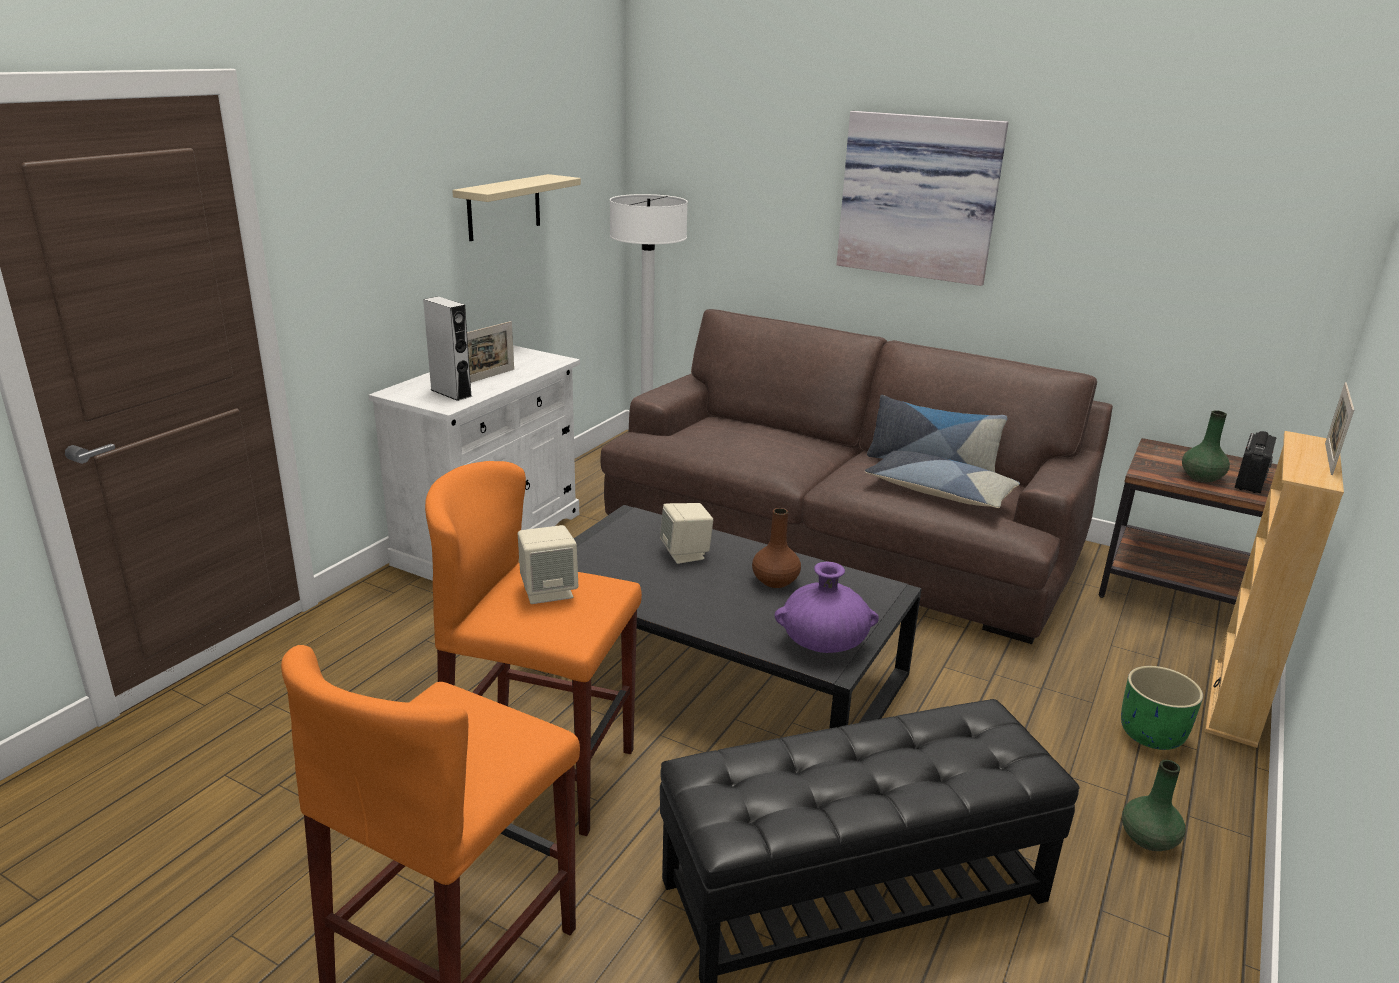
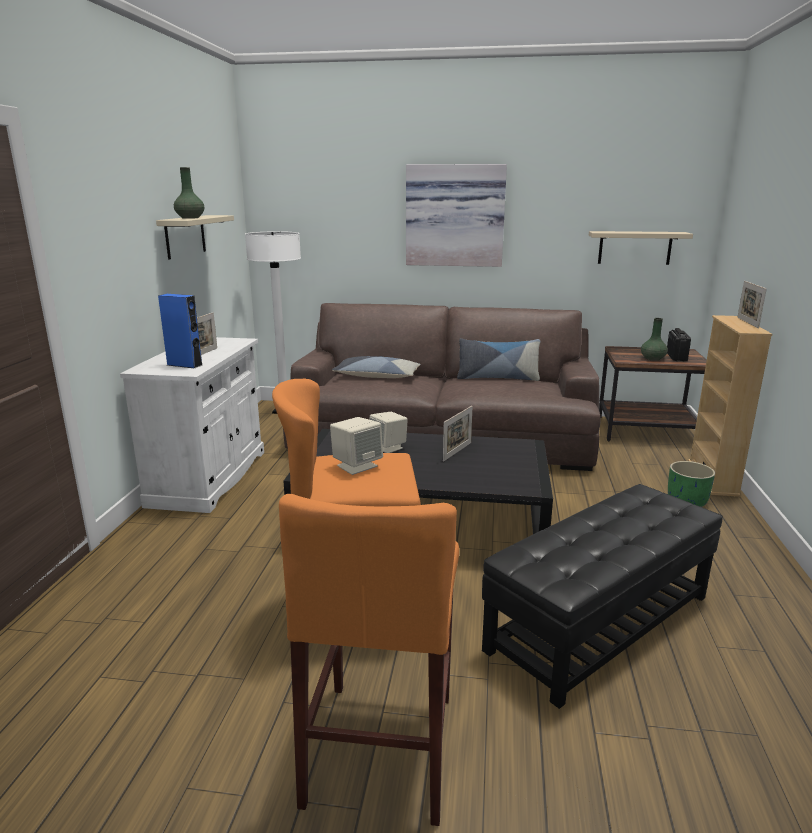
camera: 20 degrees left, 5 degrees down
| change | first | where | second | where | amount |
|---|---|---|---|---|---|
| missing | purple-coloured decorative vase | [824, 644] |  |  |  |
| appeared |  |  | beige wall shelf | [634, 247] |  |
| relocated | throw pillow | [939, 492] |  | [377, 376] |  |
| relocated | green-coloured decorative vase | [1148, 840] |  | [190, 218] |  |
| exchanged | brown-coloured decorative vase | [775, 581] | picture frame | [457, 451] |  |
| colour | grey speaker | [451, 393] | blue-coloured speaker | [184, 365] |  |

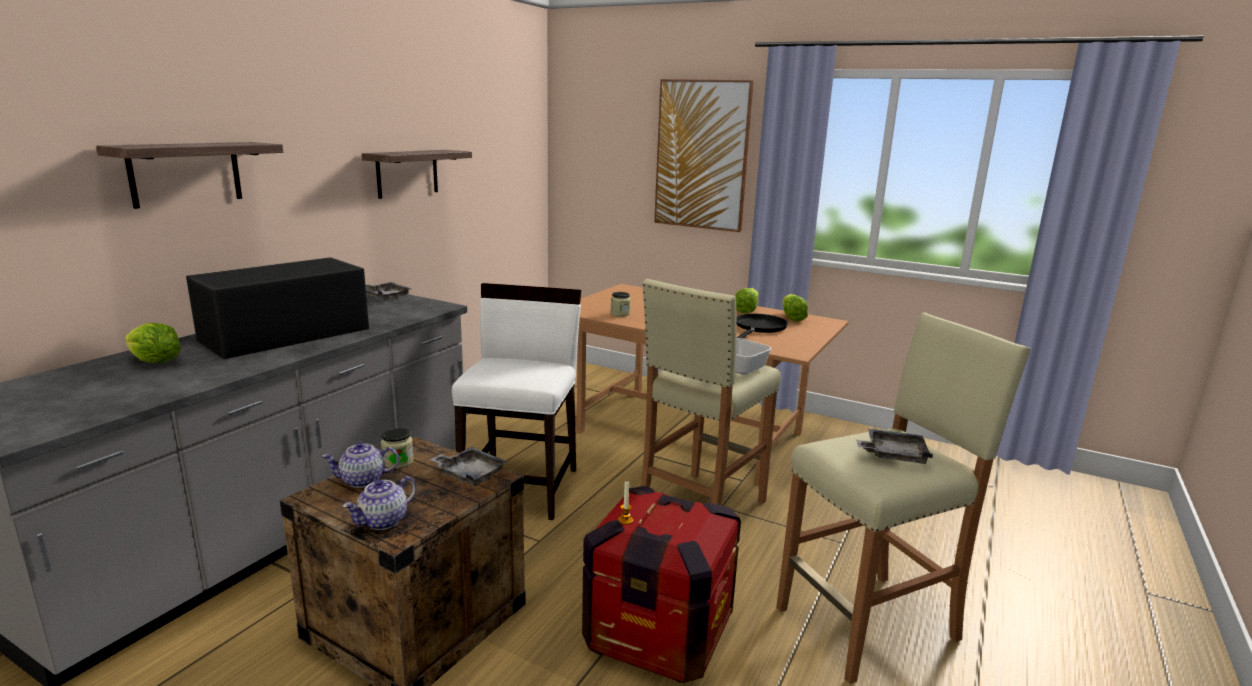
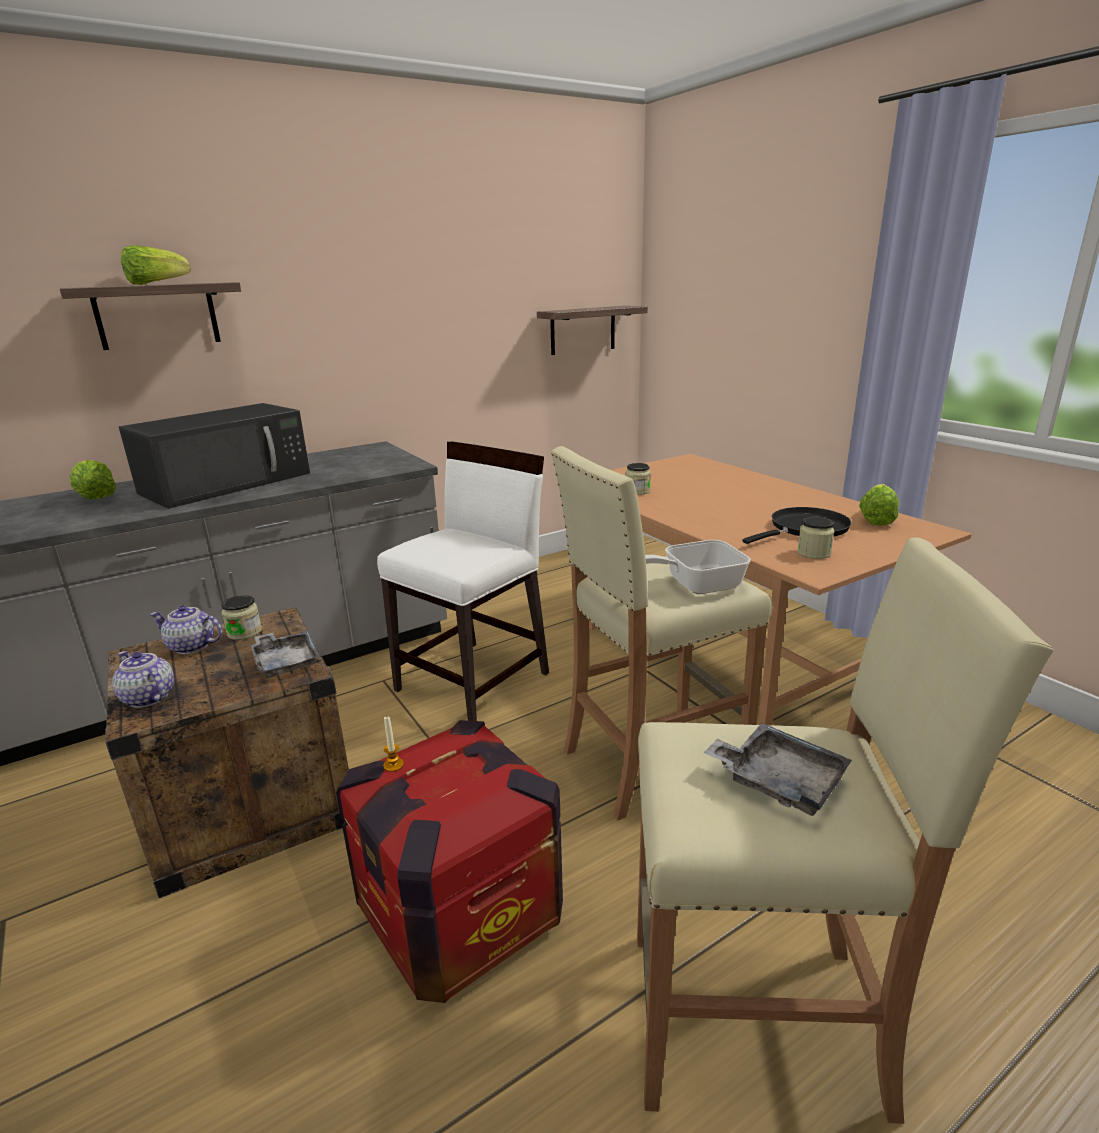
camera: 30 degrees right, 5 degrees up
| change | first | where | second | where | amount |
|---|---|---|---|---|---|
| missing | grey carrying tray | [385, 296] |  |  |  |
| missing | picture | [702, 155] |  |  |  |
| appeared |  |  | storage jar | [814, 553] |  |
| relocated | wall shelf | [407, 173] |  | [583, 330] |  |
| relocated | lettuce | [746, 310] |  | [156, 284] |  |
| spun | black kitchen microwave | [284, 335] |  | [228, 482] | 150 degrees clockwise |
| spun | tea pot | [383, 521] |  | [147, 697] | 60 degrees clockwise |

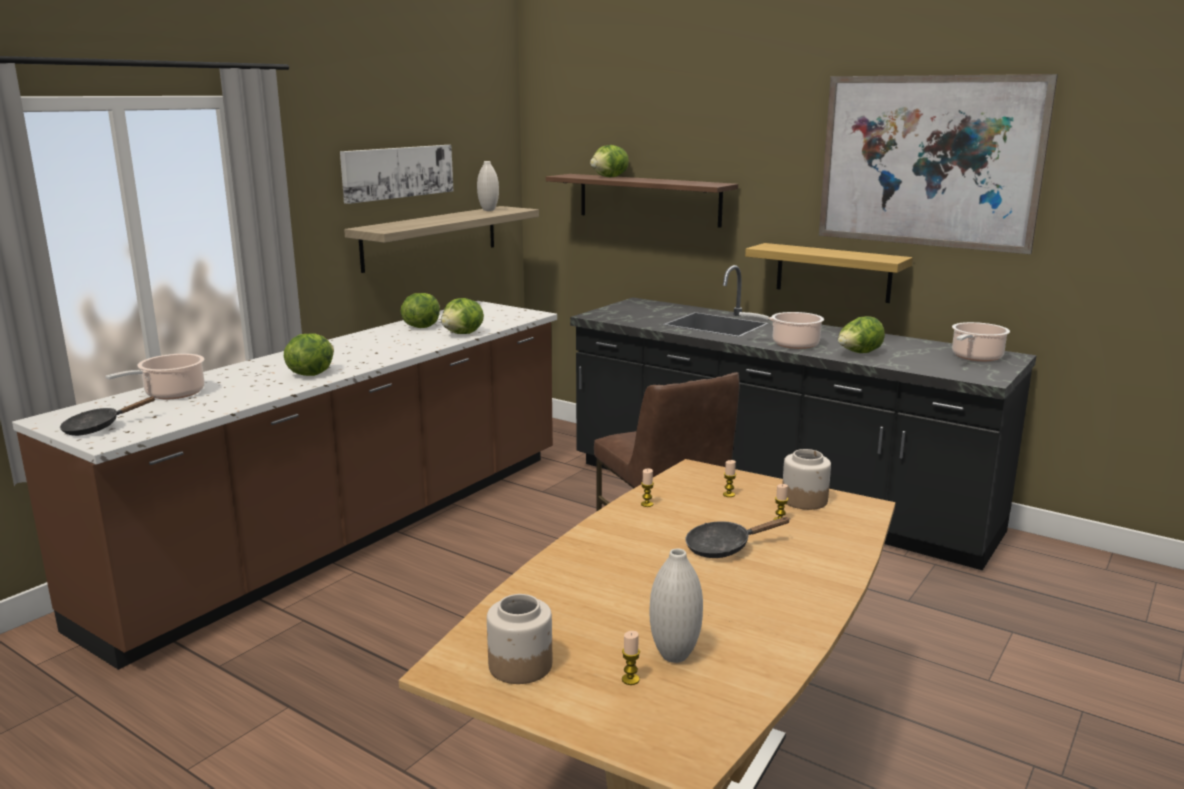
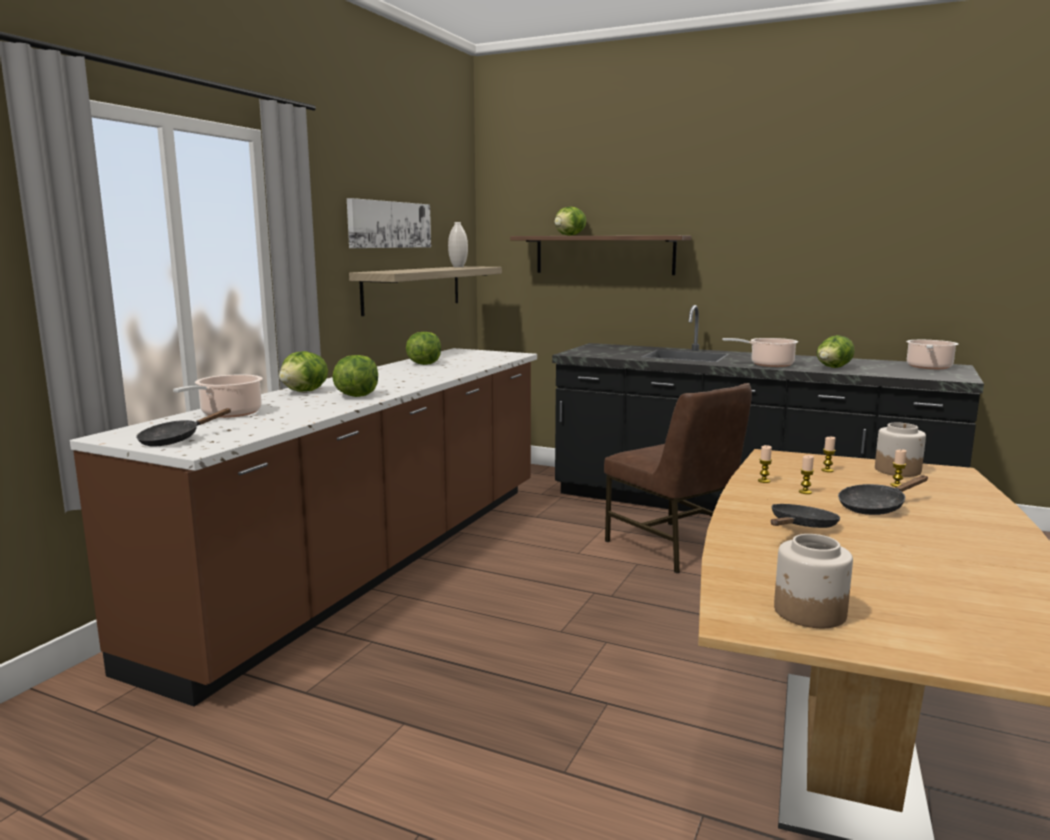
camera: 10 degrees left, 5 degrees down
| change | first | where | second | where | amount |
|---|---|---|---|---|---|
| missing | white decorative vase | [674, 655] |  |  |  |
| missing | wall shelf | [833, 272] |  |  |  |
| missing | picture | [928, 161] |  |  |  |
| appeared |  |  | black pan | [801, 527] |  |
| relocated | lettuce | [463, 334] |  | [305, 391] |  |
| relocated | wax light | [630, 679] |  | [805, 492] |  |

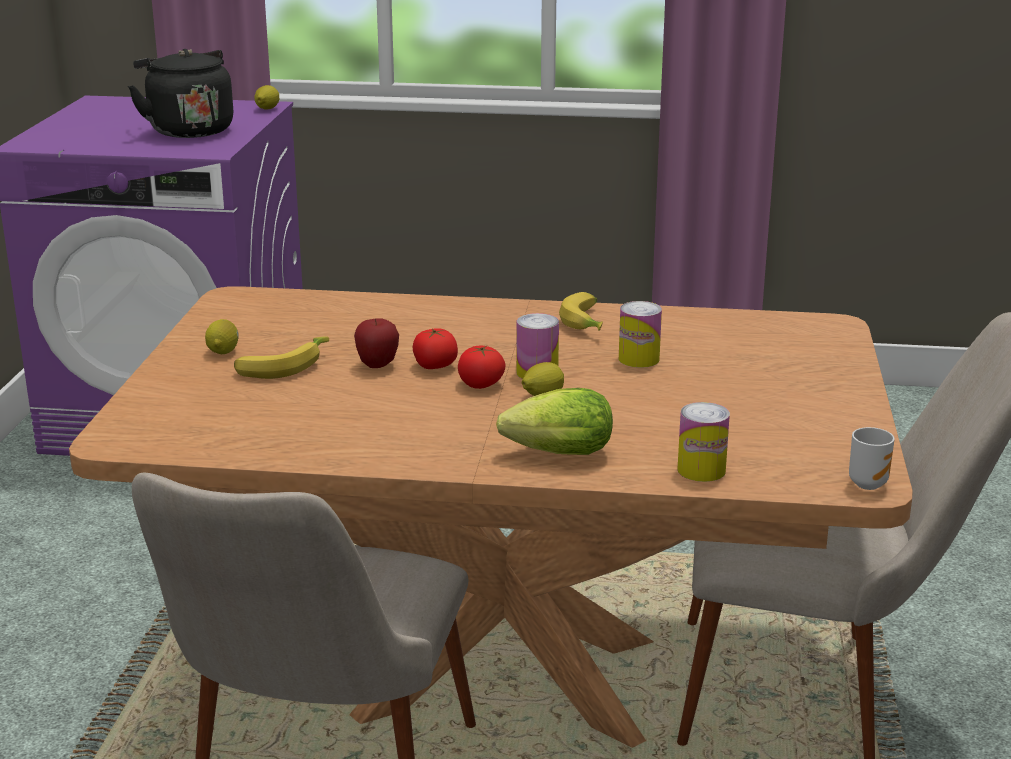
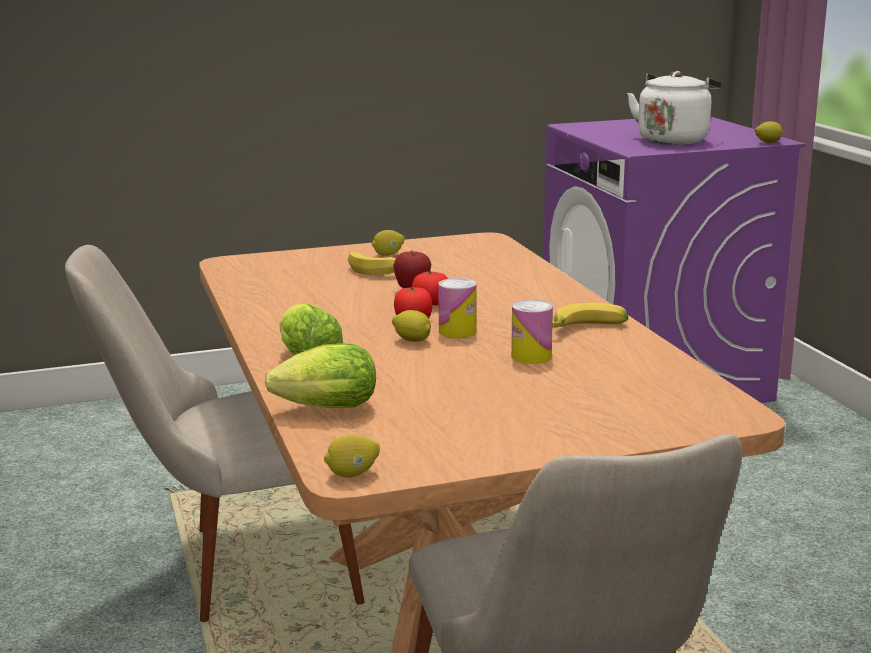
camera: 65 degrees right, 5 degrees down
| change | first | where | second | where | amount |
|---|---|---|---|---|---|
| exchanged | can | [701, 470] | lettuce | [321, 409] |  |
| exchanged | tea mug | [867, 483] | lemon | [352, 474] |  |
| colour | black kettle | [188, 130] | white kettle | [673, 140] |  |

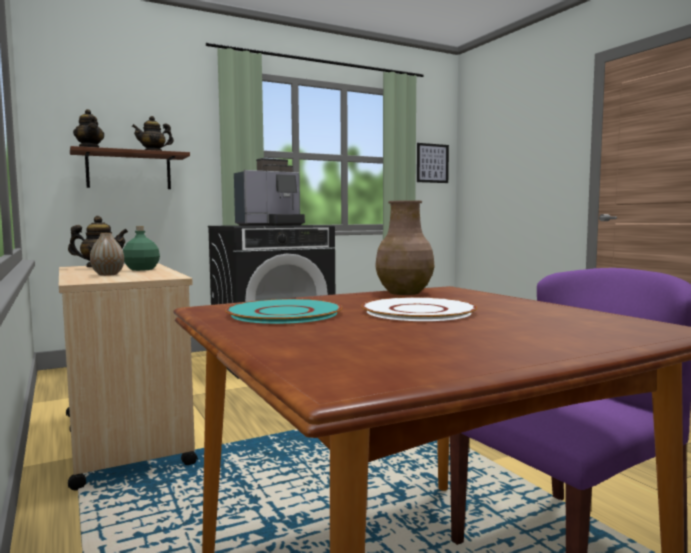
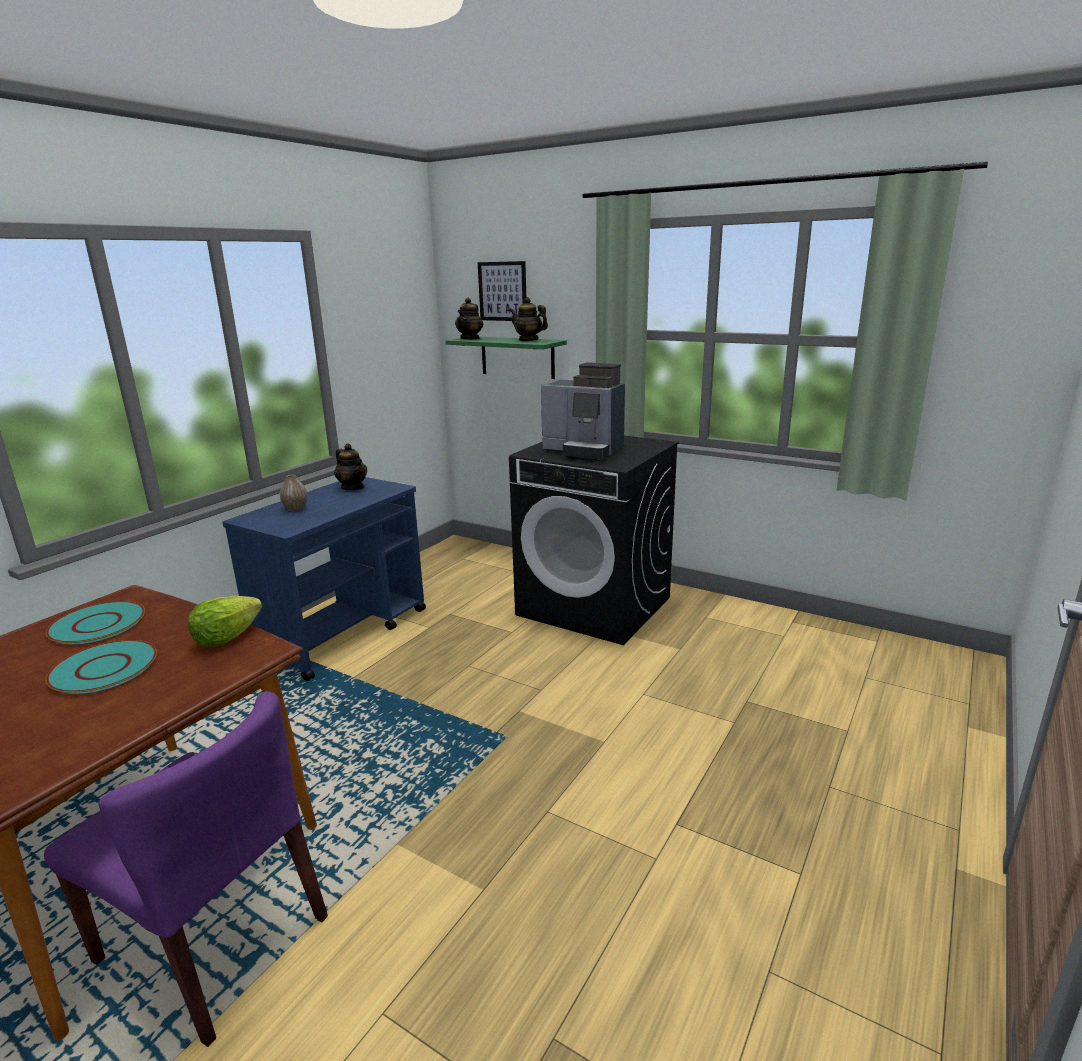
camera: 60 degrees right, 15 degrees up
| change | first | where | second | where | amount |
|---|---|---|---|---|---|
| missing | green-coloured drink bottle | [141, 269] |  |  |  |
| relocated | picture | [432, 163] |  | [502, 291] |  |
| exchanged | brown-coloured decorative vase | [404, 293] | lettuce | [226, 637] |  |
| colour | beige cart | [125, 437] | blue-coloured cart | [344, 632] |  |
| colour | brown-coloured wall shelf | [129, 171] | green-coloured wall shelf | [517, 357] |  |
| colour | white dinner plate | [418, 311] | turquoise dinner plate | [104, 668] |  |

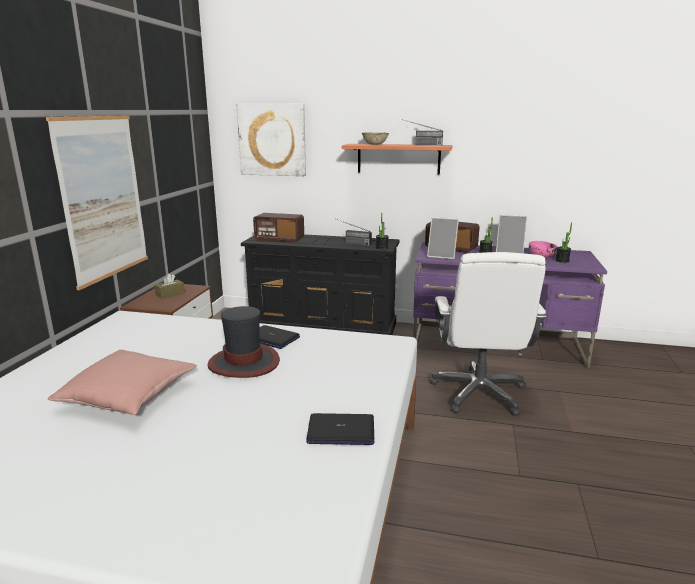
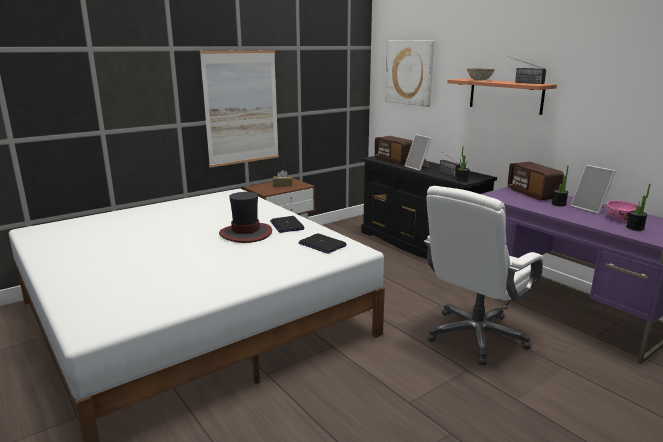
camera: 40 degrees right, 0 degrees up
| change | first | where | second | where | amount |
|---|---|---|---|---|---|
| missing | pinkish throw pillow | [128, 396] |  |  |  |
| relocated | portable computer | [340, 431] |  | [322, 244] |  |
| relocated | picture frame | [442, 256] |  | [418, 168] |  |

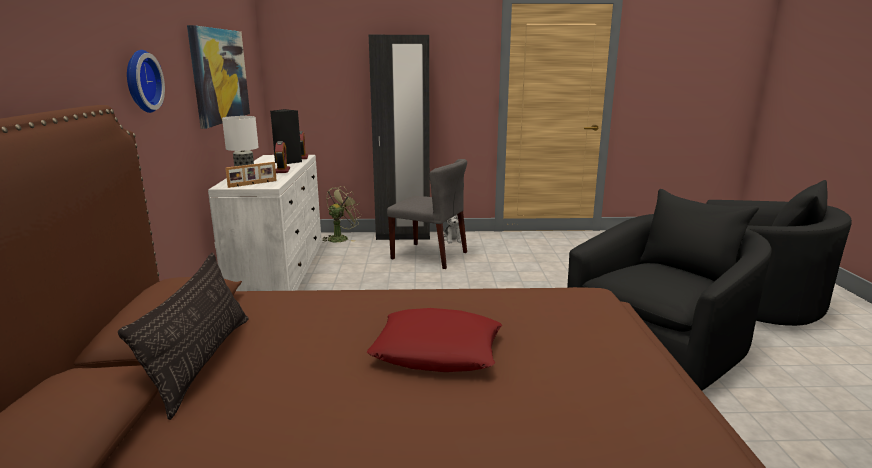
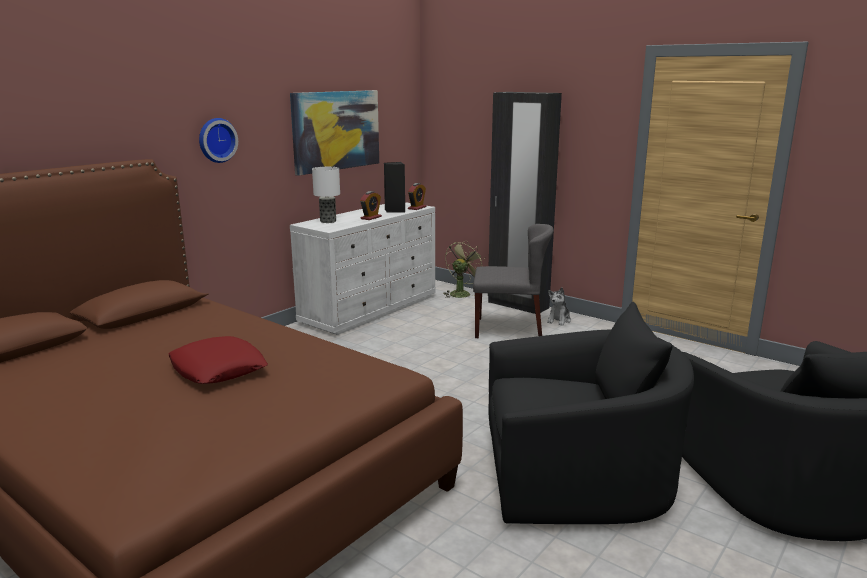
camera: 40 degrees right, 0 degrees up
| change | first | where | second | where | amount |
|---|---|---|---|---|---|
| missing | throw pillow | [202, 362] |  |  |  |
| missing | picture frame | [253, 184] |  |  |  |
| spun | green-coloured fan | [341, 238] |  | [461, 293] | 45 degrees counterclockwise |
| spun | grey plain chair | [430, 255] |  | [509, 329] | 60 degrees counterclockwise |

